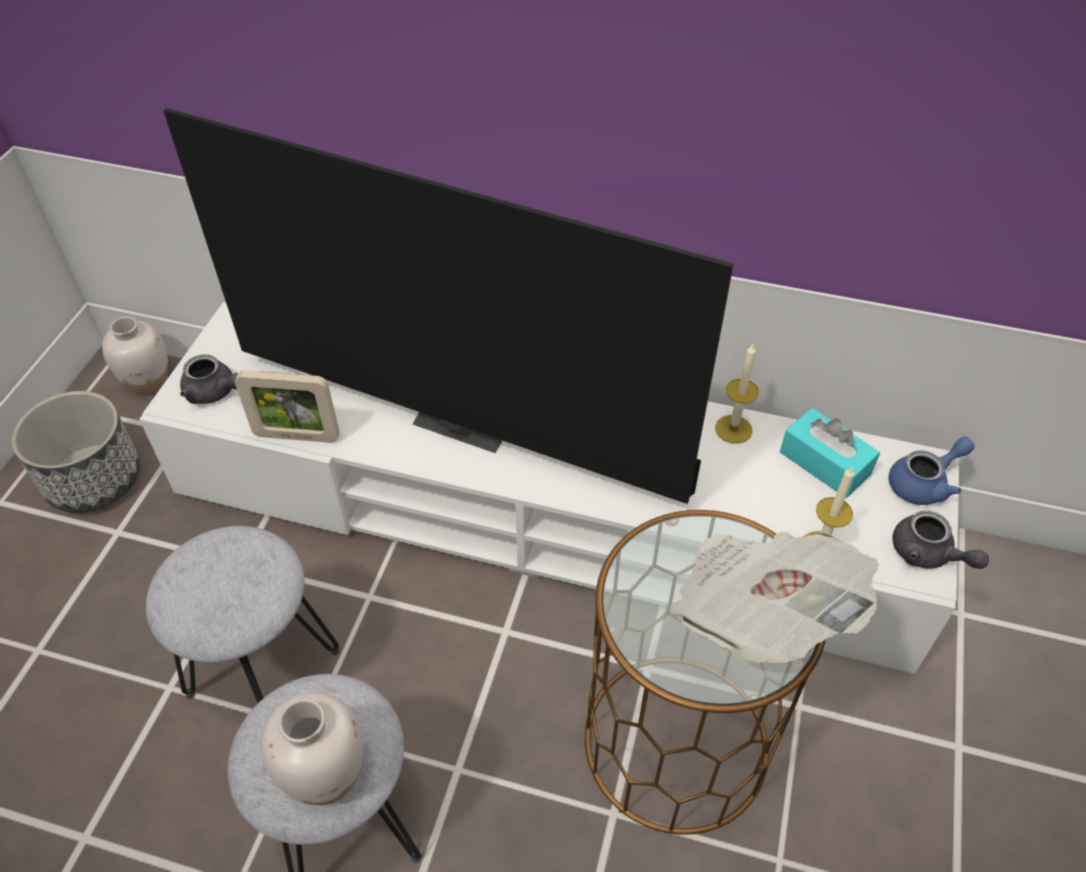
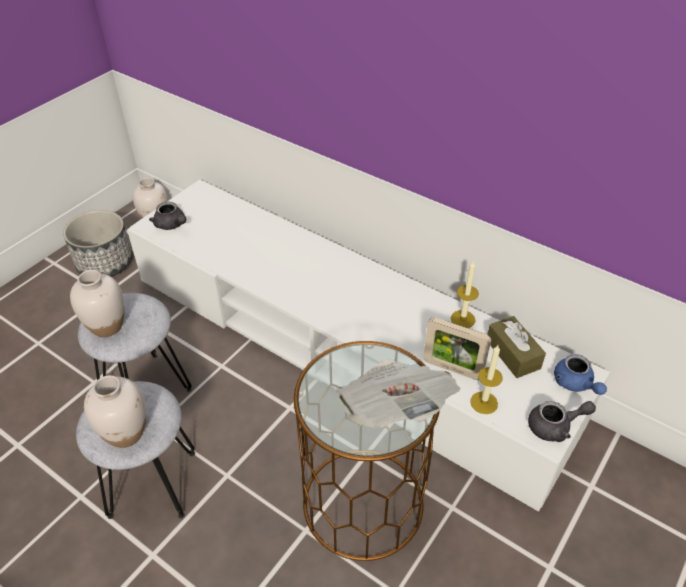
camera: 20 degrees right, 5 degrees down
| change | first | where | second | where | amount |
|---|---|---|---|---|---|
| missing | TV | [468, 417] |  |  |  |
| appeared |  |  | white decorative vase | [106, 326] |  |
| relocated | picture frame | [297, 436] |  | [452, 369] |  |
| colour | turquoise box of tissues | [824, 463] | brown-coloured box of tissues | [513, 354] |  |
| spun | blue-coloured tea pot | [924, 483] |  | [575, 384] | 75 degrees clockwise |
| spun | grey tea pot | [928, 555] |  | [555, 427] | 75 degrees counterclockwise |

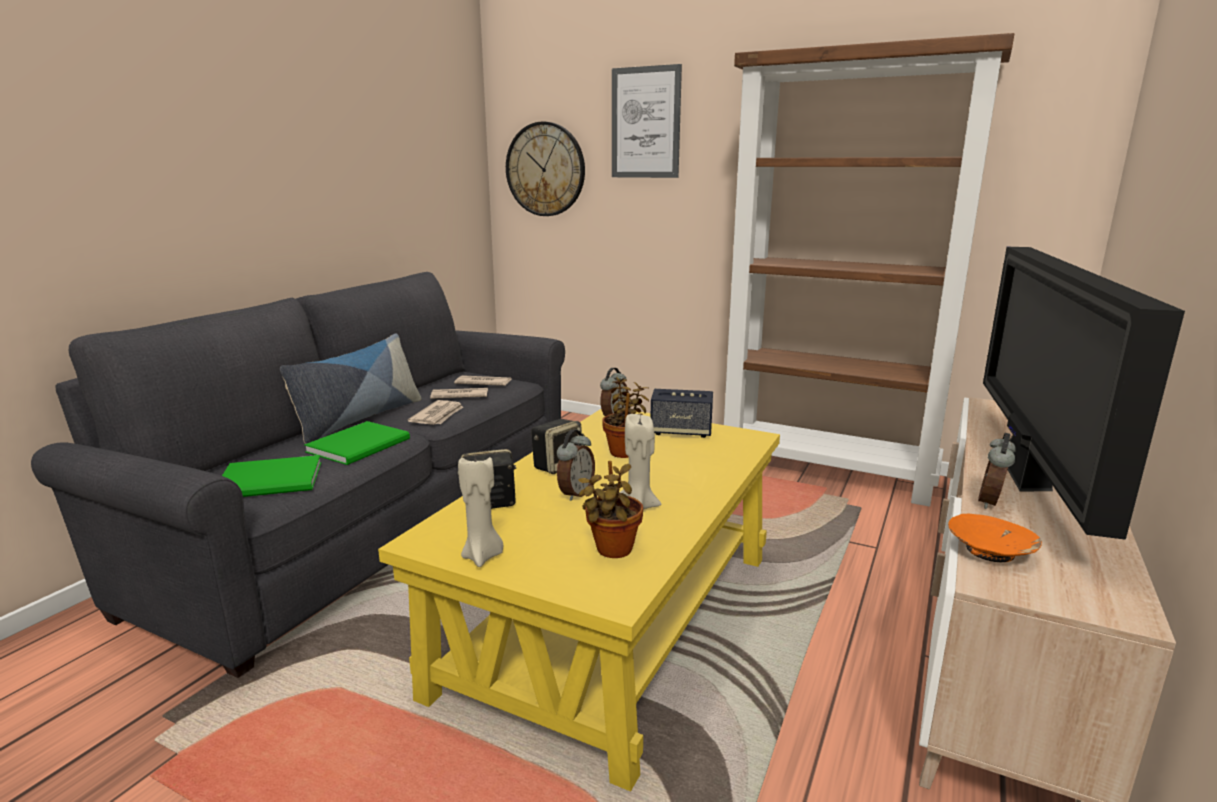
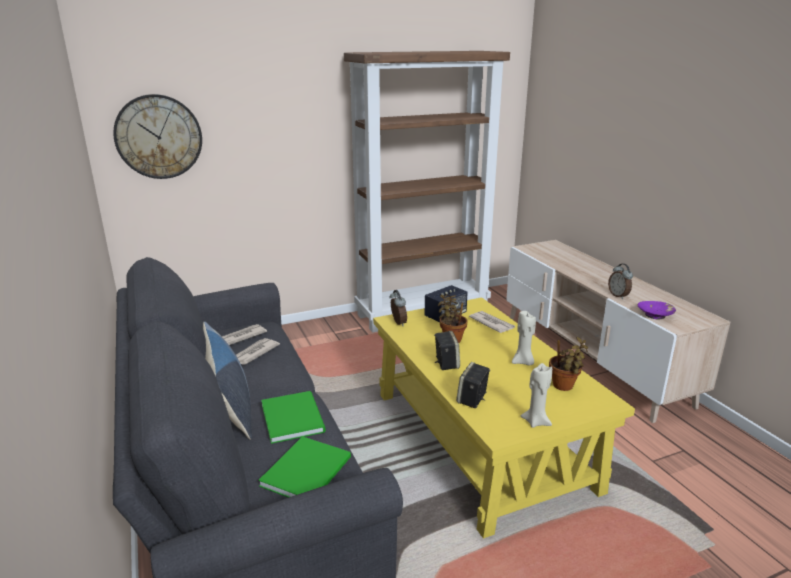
camera: 50 degrees left, 5 degrees up
| change | first | where | second | where | amount |
|---|---|---|---|---|---|
| missing | bedside clock | [575, 493] |  |  |  |
| missing | picture | [645, 123] |  |  |  |
| missing | TV | [1024, 477] |  |  |  |
| relocated | daily paper | [438, 416] |  | [491, 323] |  |
| colour | orangey deep dish | [990, 551] | purple-coloured deep dish | [655, 315] |  |

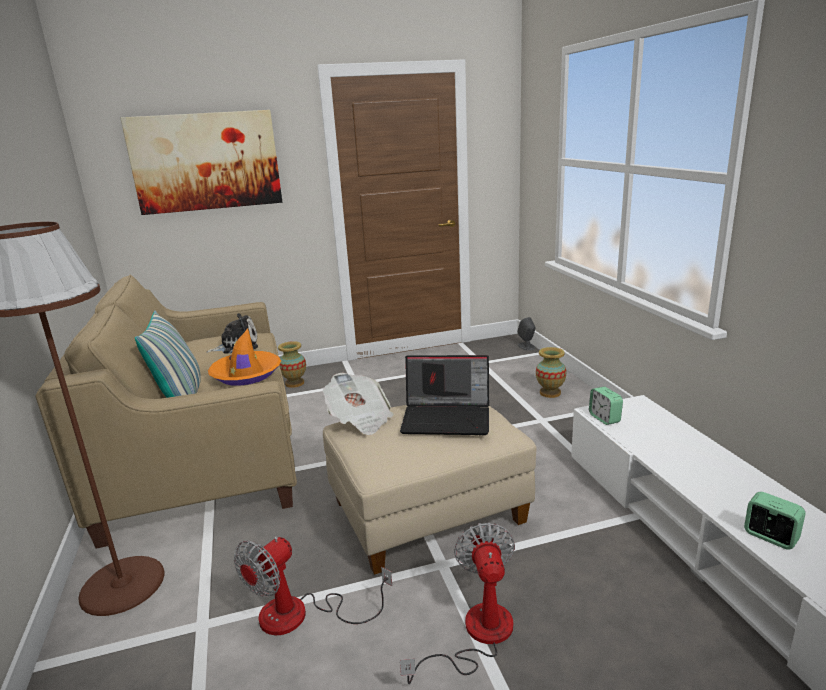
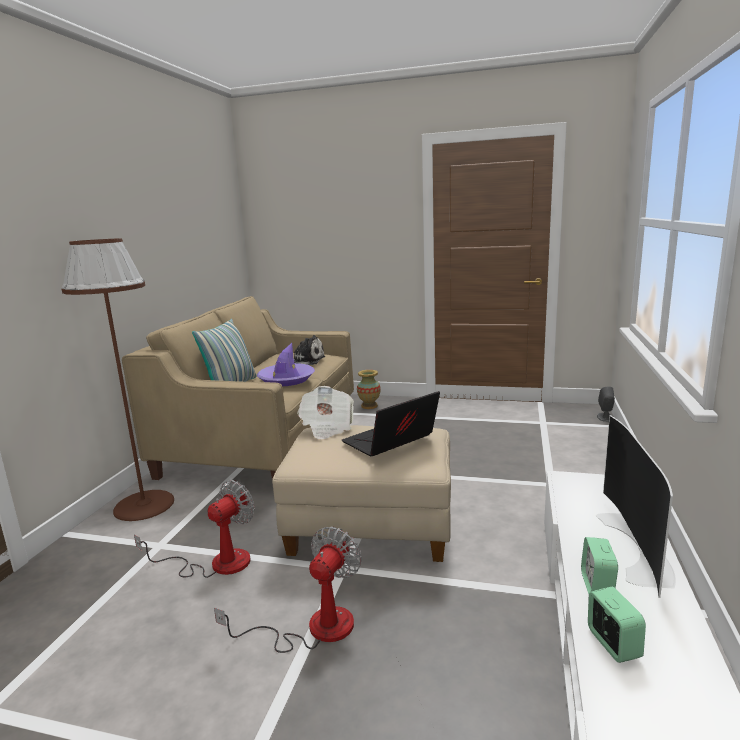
camera: 30 degrees right, 5 degrees down
| change | first | where | second | where | amount |
|---|---|---|---|---|---|
| missing | picture | [206, 162] |  |  |  |
| missing | decorative vase | [550, 393] |  |  |  |
| appeared |  |  | TV | [639, 547] |  |
| relocated | bedside clock | [604, 418] |  | [597, 585] |  |
| colour | orangey wearable hat | [246, 374] | purple-coloured wearable hat | [286, 380] |  |
| spun | fan | [300, 615] |  | [216, 563] | 150 degrees clockwise |
| spun | portable computer | [447, 418] |  | [390, 441] | 105 degrees clockwise |

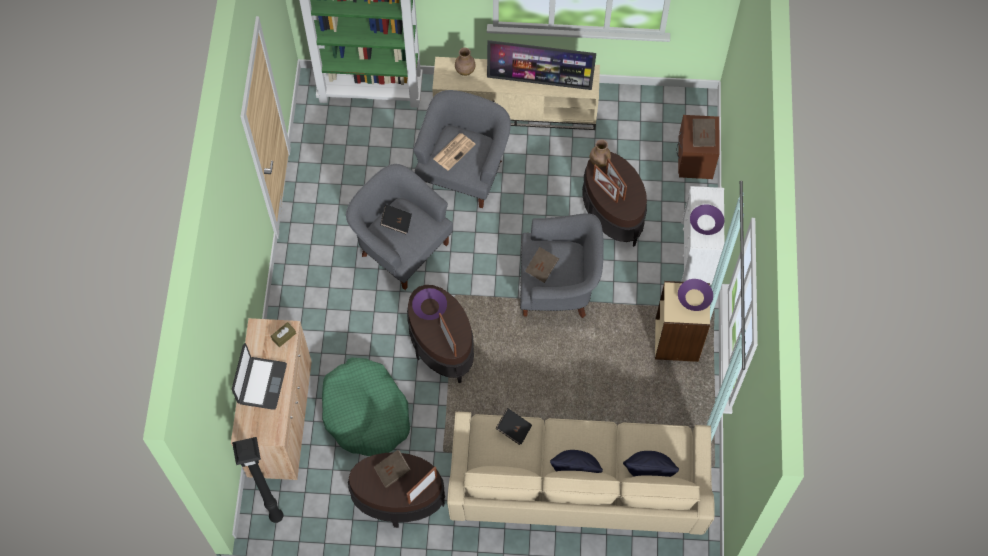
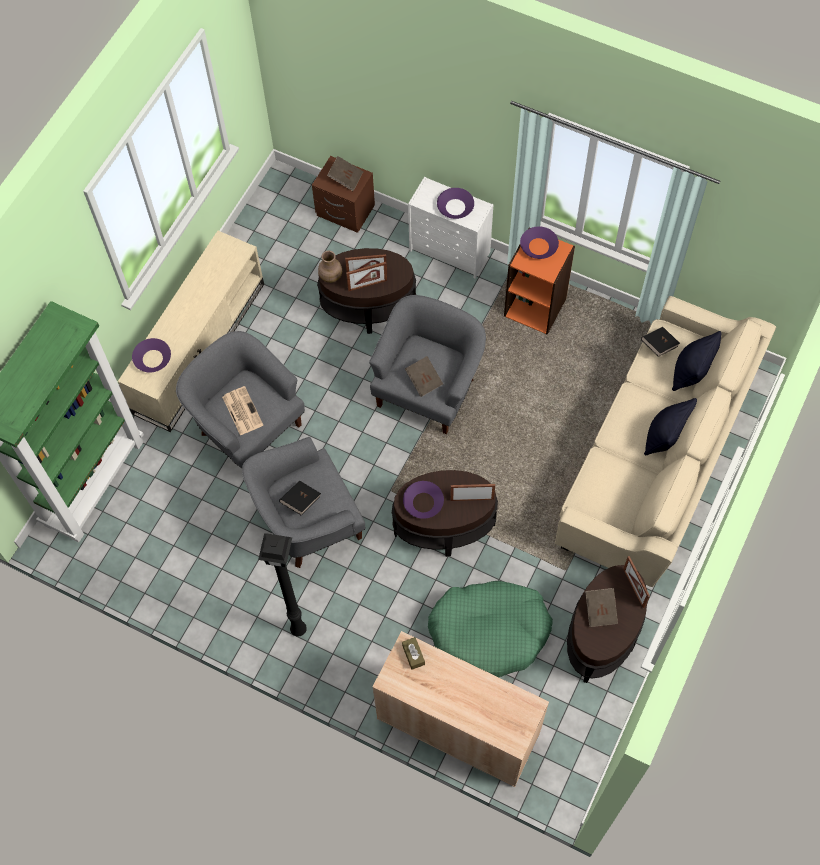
camera: 65 degrees left, 0 degrees up
| change | first | where | second | where | amount |
|---|---|---|---|---|---|
| missing | portable computer | [261, 383] |  |  |  |
| missing | TV | [539, 82] |  |  |  |
| relocated | black standard lamp | [275, 516] |  | [297, 630] |  |
| relocated | black book | [514, 429] |  | [658, 345] |  |
| exchanged | brown-coloured decorative vase | [464, 70] | purple-coloured deep dish | [152, 358] |  |
| colour | beige shelving unit | [677, 340] | orangey shelving unit | [535, 307] |  |

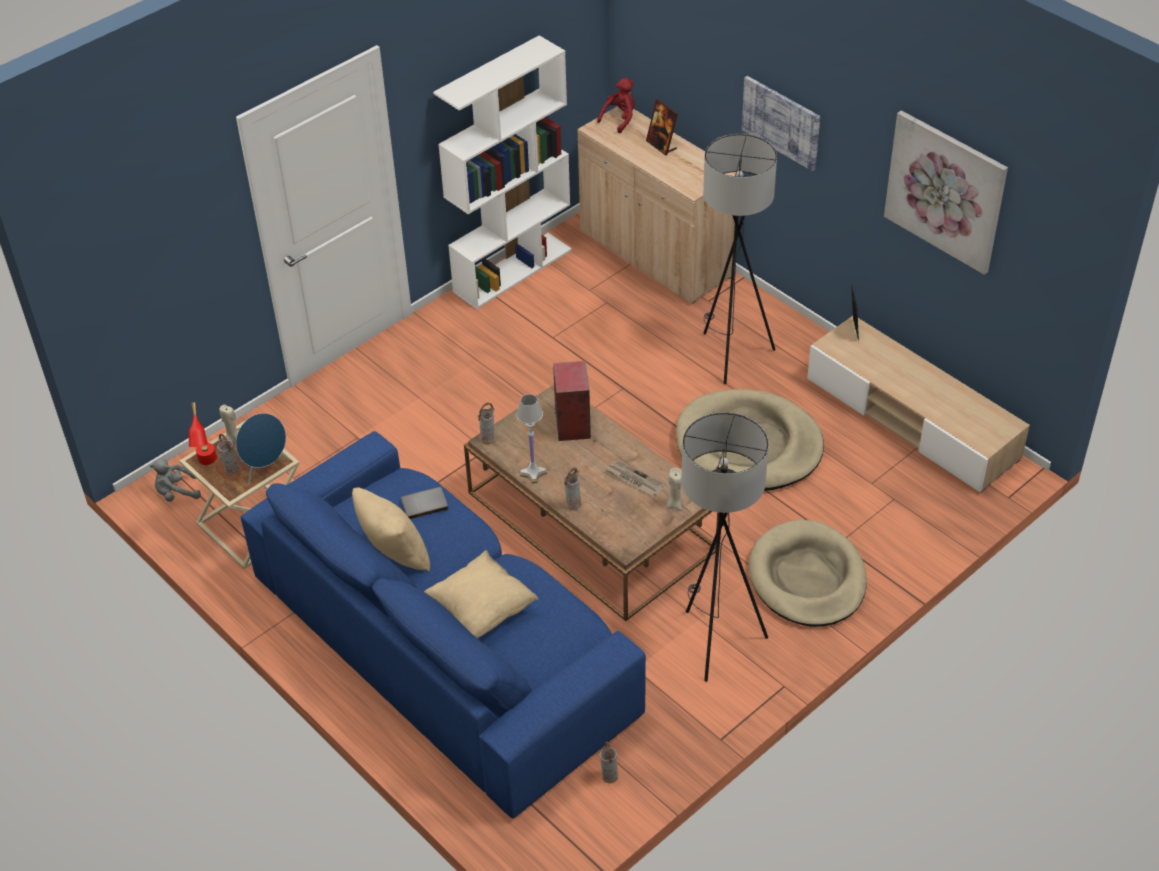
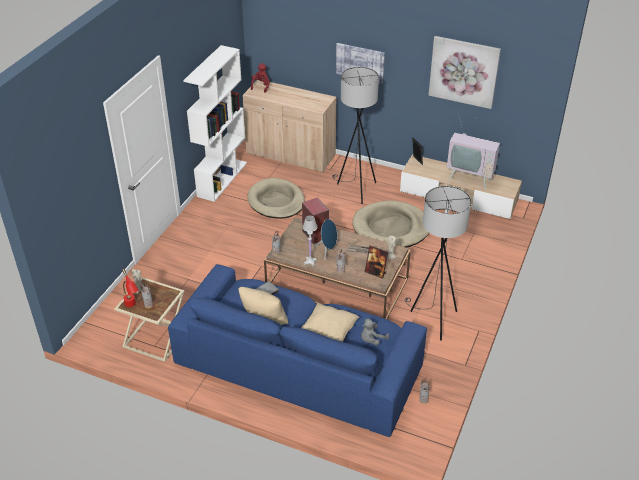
camera: 25 degrees left, 5 degrees down
| change | first | where | second | where | amount |
|---|---|---|---|---|---|
| appeared |  |  | TV | [470, 179] |  |
| relocated | grey soft toy | [176, 493] |  | [372, 340] |  |
| relocated | blue-coloured speaker | [266, 469] |  | [327, 251] |  |
| relocated | picture frame | [661, 145] |  | [375, 272] |  |
| relocated | beige pet bed | [807, 578] |  | [276, 201] |  |

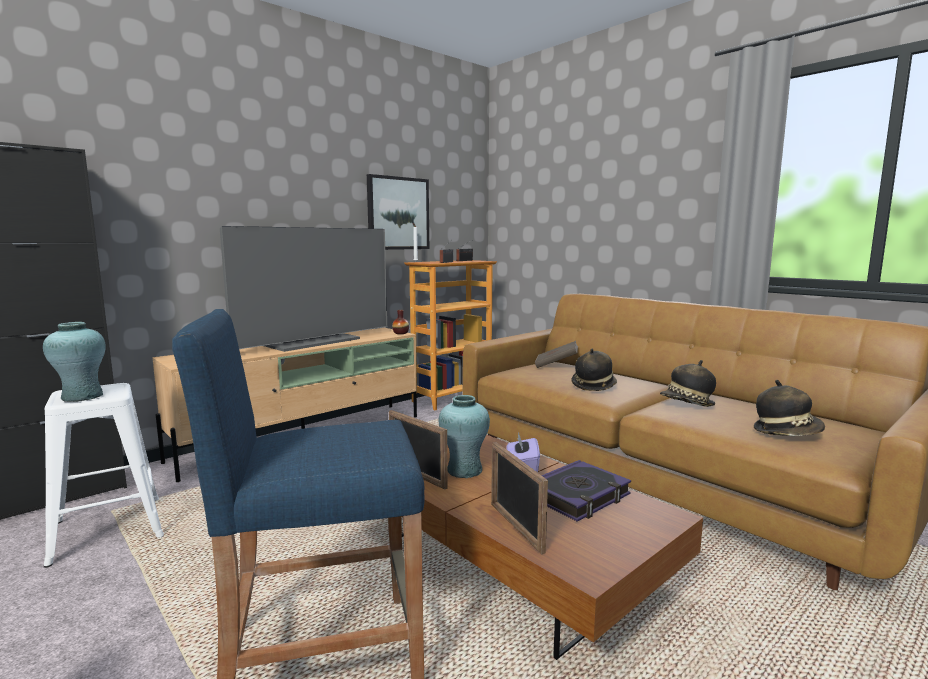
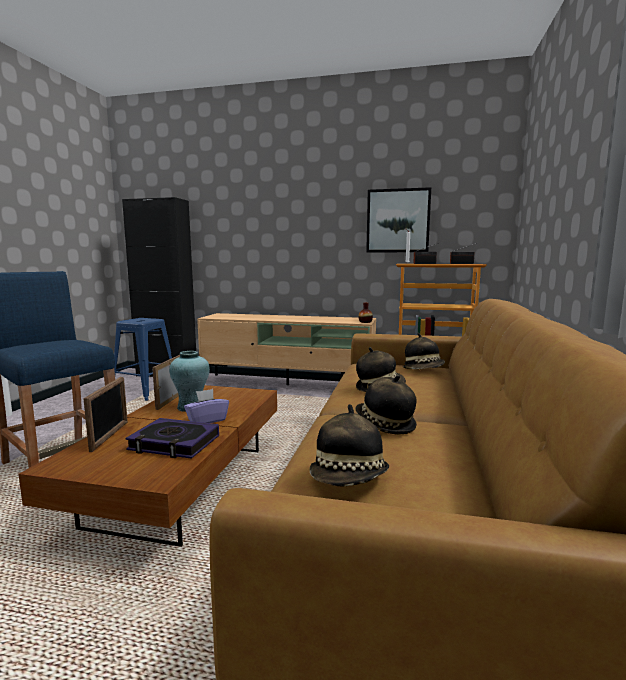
camera: 55 degrees right, 0 degrees up
| change | first | where | second | where | amount |
|---|---|---|---|---|---|
| missing | turquoise decorative vase | [82, 396] |  |  |  |
| missing | TV | [313, 342] |  |  |  |
| exchanged | brown-coloured book | [556, 365] | wearable hat | [423, 370] |  |
| colour | white sitting stool | [109, 529] | blue-coloured sitting stool | [146, 391] |  |
| spun | picture frame | [515, 527] |  | [110, 436] | 150 degrees clockwise |

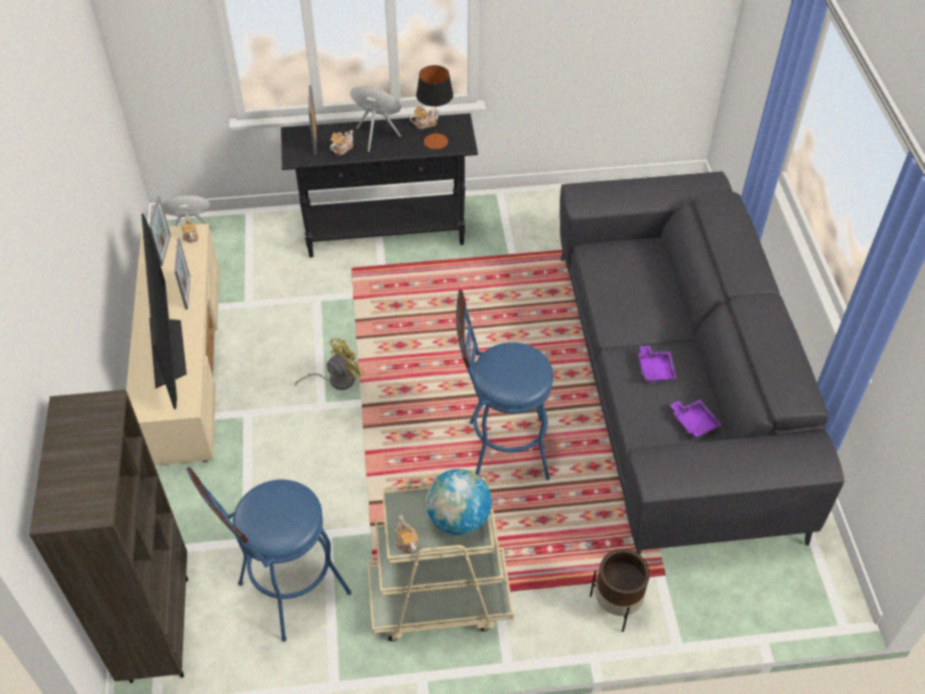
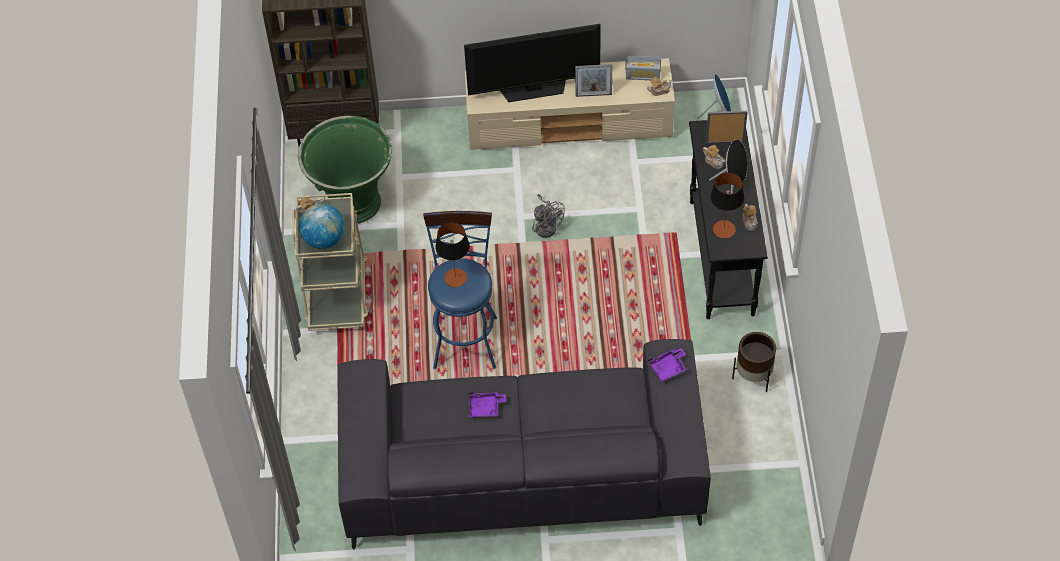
camera: 95 degrees right, 5 degrees up
| change | first | where | second | where | amount |
|---|---|---|---|---|---|
| appeared |  |  | table lamp | [455, 278] |  |
| relocated | brown-coloured plant pot | [616, 606] |  | [753, 376] |  |
| relocated | purple-coloured carrying tray | [694, 422] |  | [668, 368] |  |
| exchanged | picture frame | [165, 250] | radio set | [642, 76] |  |
| exchanged | blue-coloured sitting stool | [286, 594] | green-coloured plant pot | [353, 202] |  |
| colour | yellow fan | [336, 380] | grey fan | [546, 225] |  |

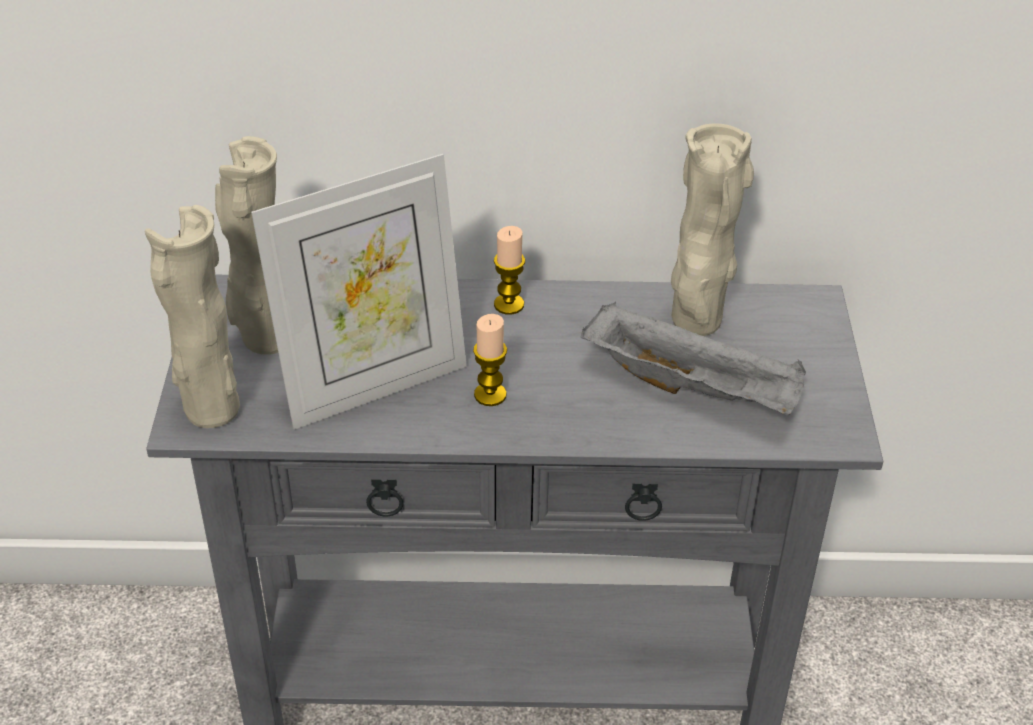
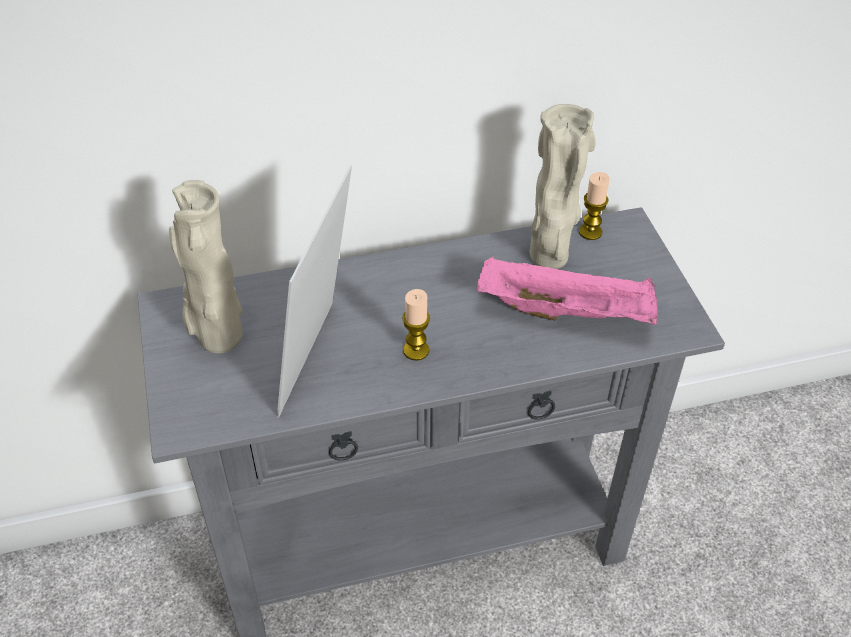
camera: 15 degrees left, 5 degrees up
| change | first | where | second | where | amount |
|---|---|---|---|---|---|
| missing | beige decorative vase | [210, 409] |  |  |  |
| relocated | wax light | [509, 304] |  | [590, 232] |  |
| colour | grey carrying tray | [694, 387] | pinkish carrying tray | [567, 312] |  |
| spun | picture frame | [373, 385] |  | [320, 361] | 150 degrees clockwise |

